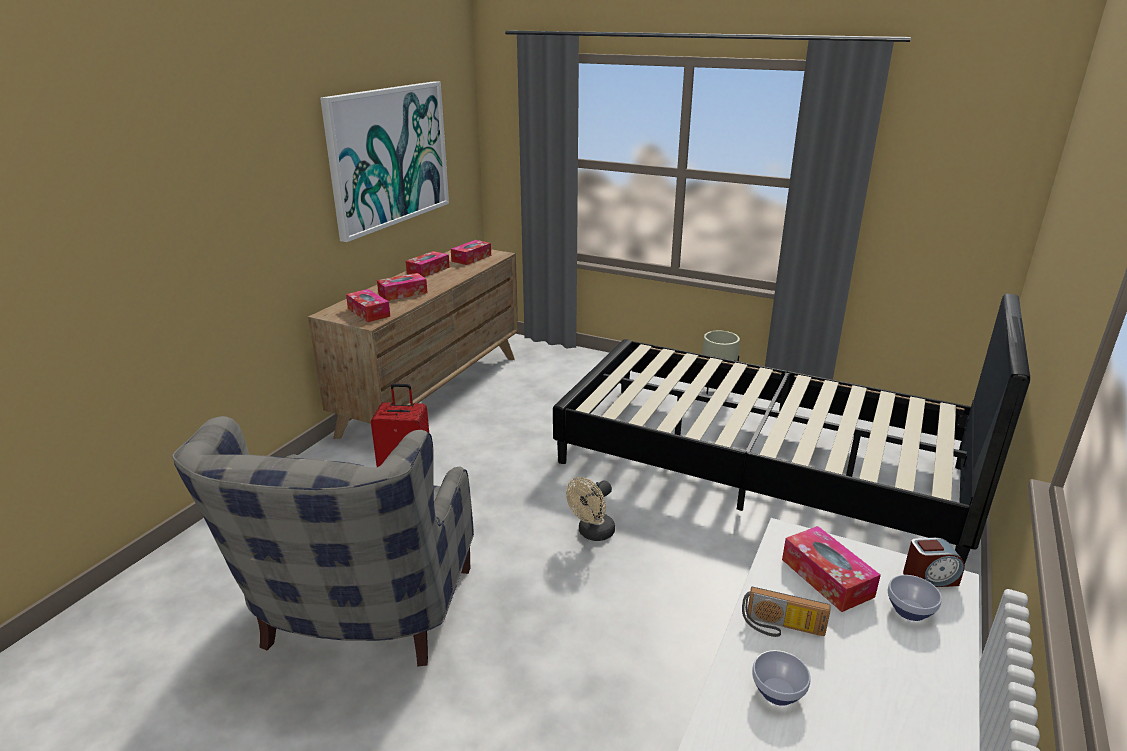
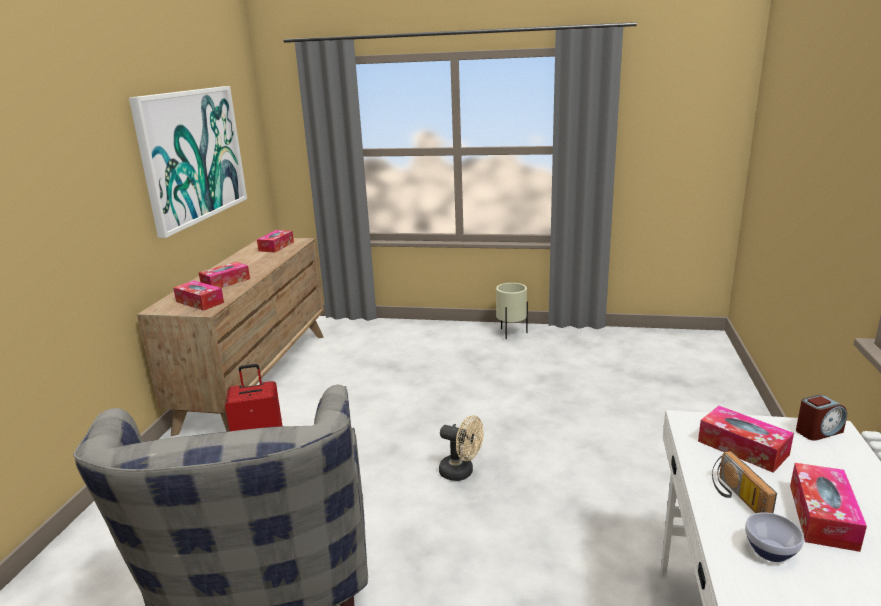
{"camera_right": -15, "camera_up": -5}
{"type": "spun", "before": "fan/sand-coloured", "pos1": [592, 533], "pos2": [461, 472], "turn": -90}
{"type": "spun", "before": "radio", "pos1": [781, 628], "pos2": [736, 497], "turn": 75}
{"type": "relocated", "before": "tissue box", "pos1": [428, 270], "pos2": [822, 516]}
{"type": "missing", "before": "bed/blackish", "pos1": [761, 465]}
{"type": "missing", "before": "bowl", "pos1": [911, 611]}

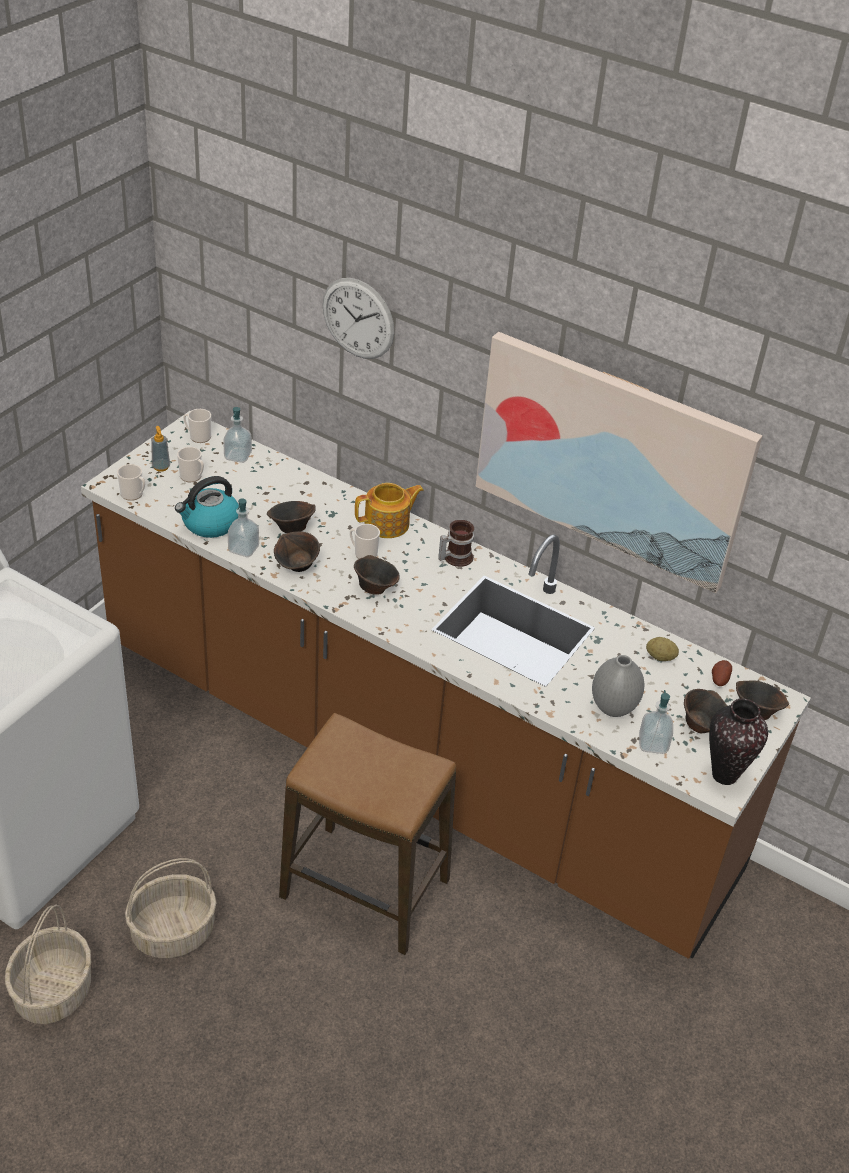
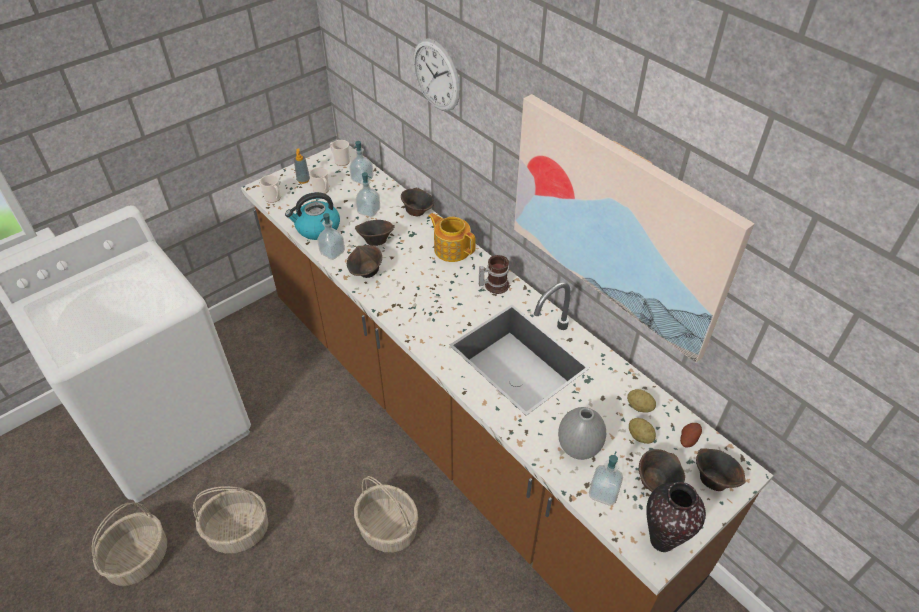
{"camera_right": 20, "camera_up": 5}
{"type": "exchanged", "before": "sitting stool", "after": "household basket", "pos1": [365, 889], "pos2": [389, 528]}
{"type": "appeared", "after": "liquid soap bottle", "pos2": [369, 211]}
{"type": "relocated", "before": "bowl/brownish", "pos1": [375, 587], "pos2": [417, 211]}
{"type": "spun", "before": "pot for tea", "pos1": [388, 524], "pos2": [452, 249], "turn": -135}
{"type": "appeared", "after": "whole potato", "pos2": [640, 436]}
{"type": "missing", "before": "mug", "pos1": [363, 553]}

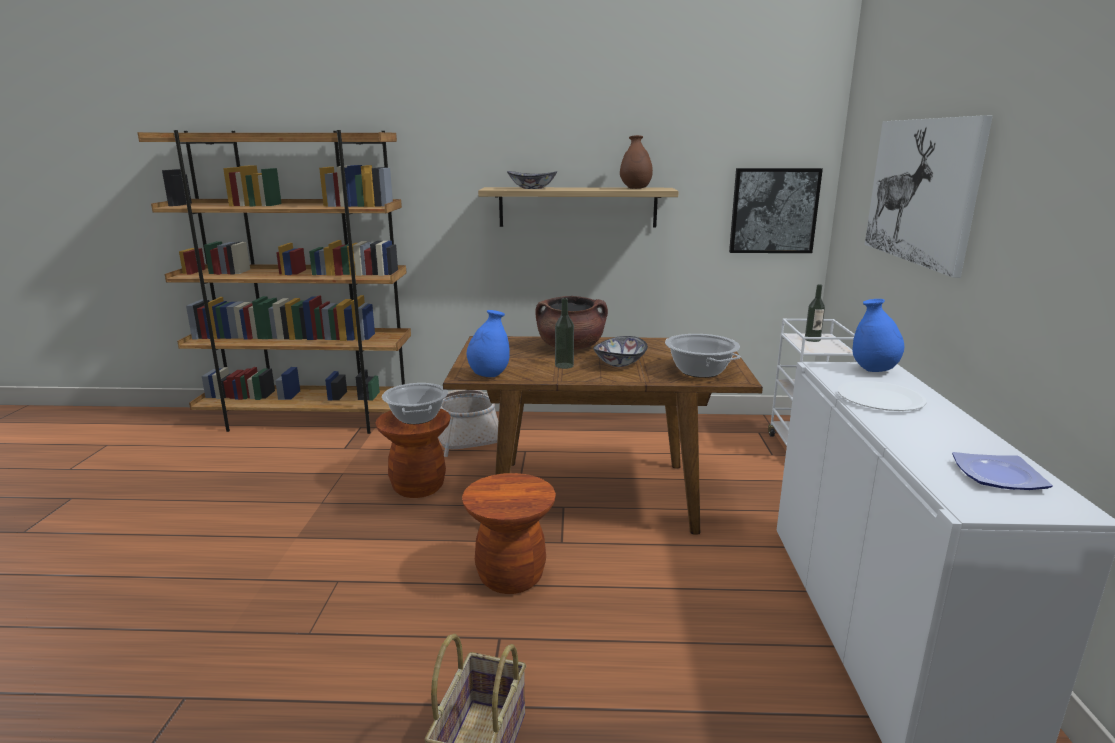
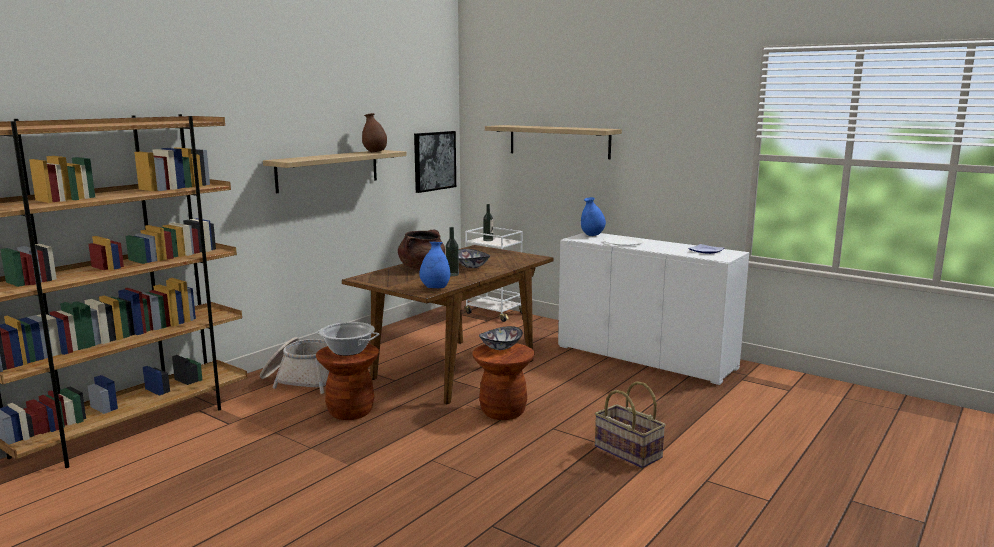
{"camera_right": -55, "camera_up": -5}
{"type": "relocated", "before": "bowl", "pos1": [532, 188], "pos2": [500, 347]}
{"type": "exchanged", "before": "wall picture", "after": "shelf", "pos1": [921, 191], "pos2": [559, 141]}
{"type": "missing", "before": "stockpot", "pos1": [700, 371]}

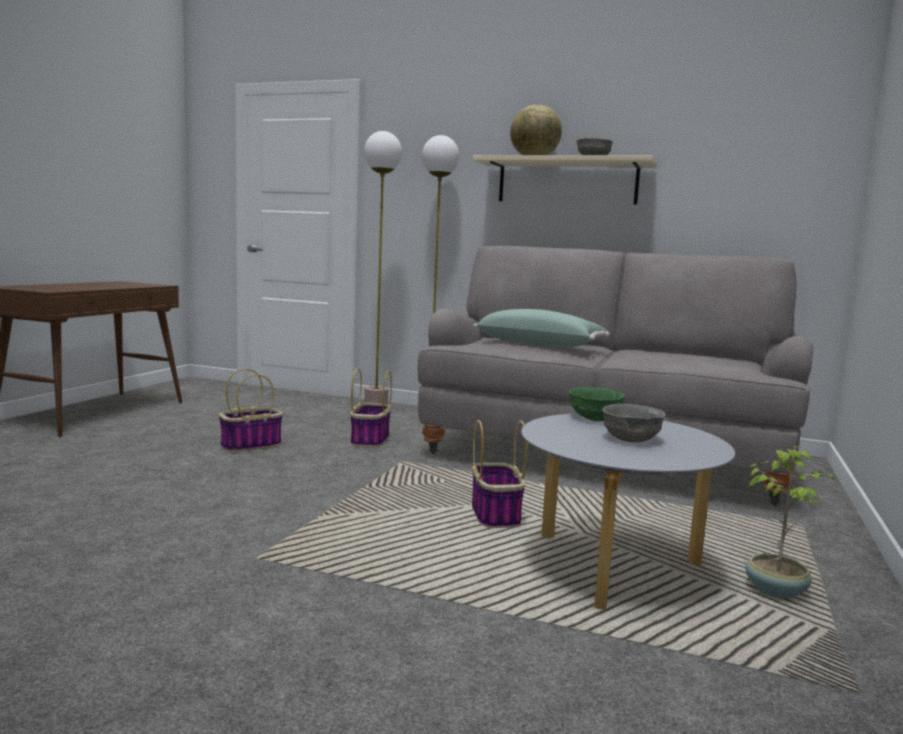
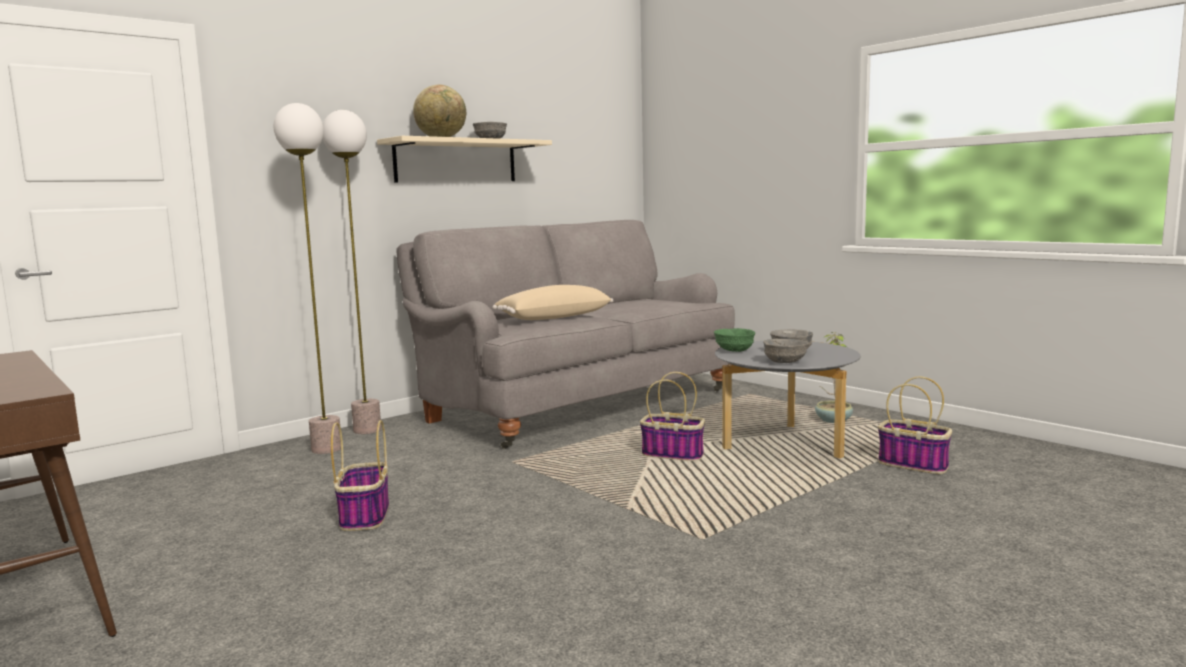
{"camera_right": -60, "camera_up": 0}
{"type": "colour", "before": "throw pillow/green", "after": "throw pillow/sand-coloured", "pos1": [540, 345], "pos2": [553, 317]}
{"type": "appeared", "after": "bowl/grey", "pos2": [784, 362]}
{"type": "relocated", "before": "household basket", "pos1": [370, 440], "pos2": [914, 464]}

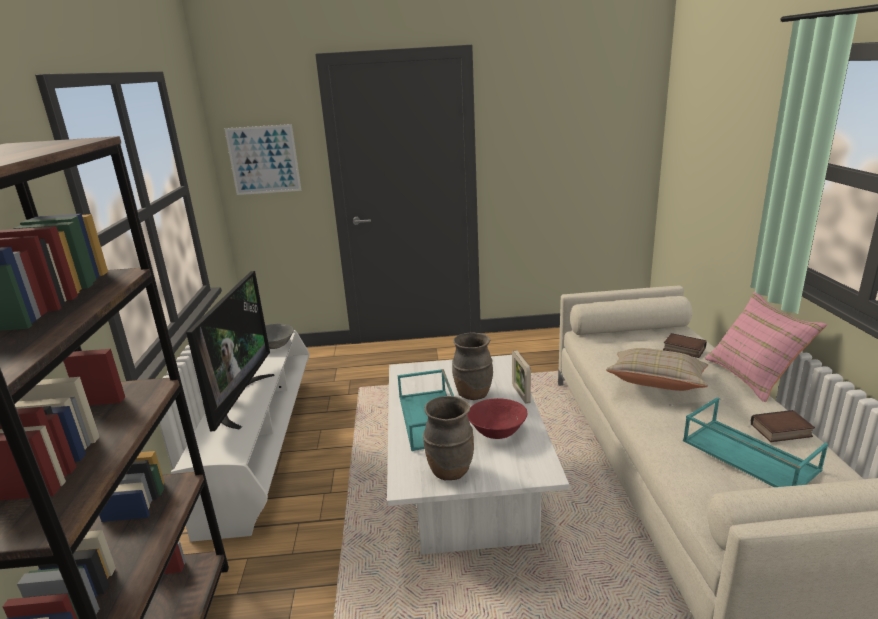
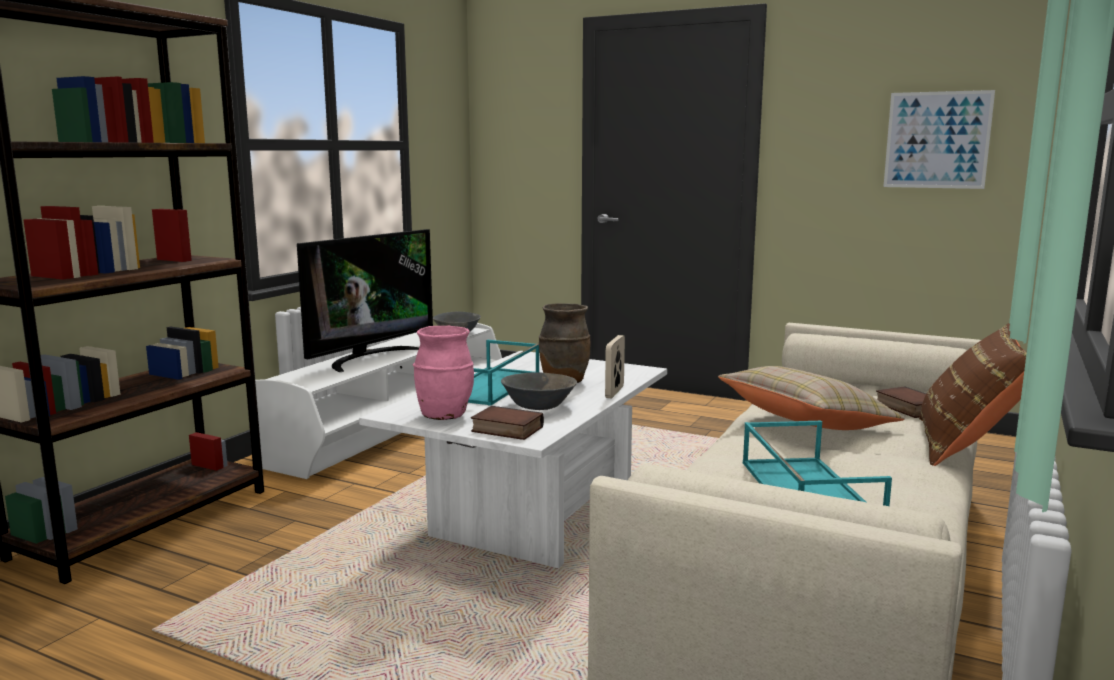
{"camera_right": 30, "camera_up": -10}
{"type": "colour", "before": "flower vase/brownish", "after": "flower vase/pink", "pos1": [449, 470], "pos2": [444, 416]}
{"type": "relocated", "before": "volume", "pos1": [781, 431], "pos2": [505, 430]}
{"type": "colour", "before": "bowl/red-coloured", "after": "bowl/grey", "pos1": [497, 431], "pos2": [538, 407]}
{"type": "relocated", "before": "wall picture", "pos1": [263, 160], "pos2": [937, 140]}
{"type": "colour", "before": "throw pillow/pink", "after": "throw pillow/brownish", "pos1": [753, 376], "pos2": [967, 447]}

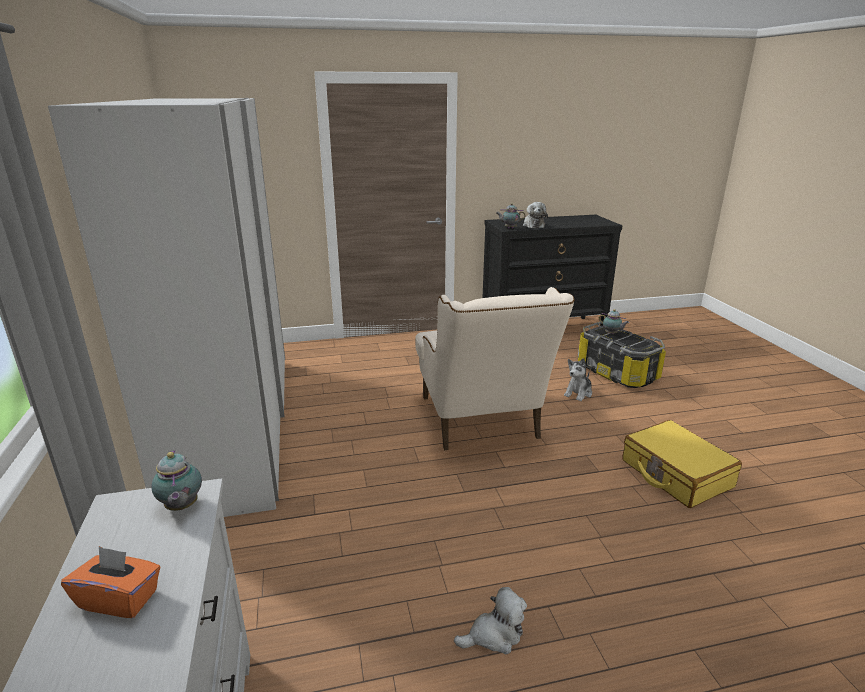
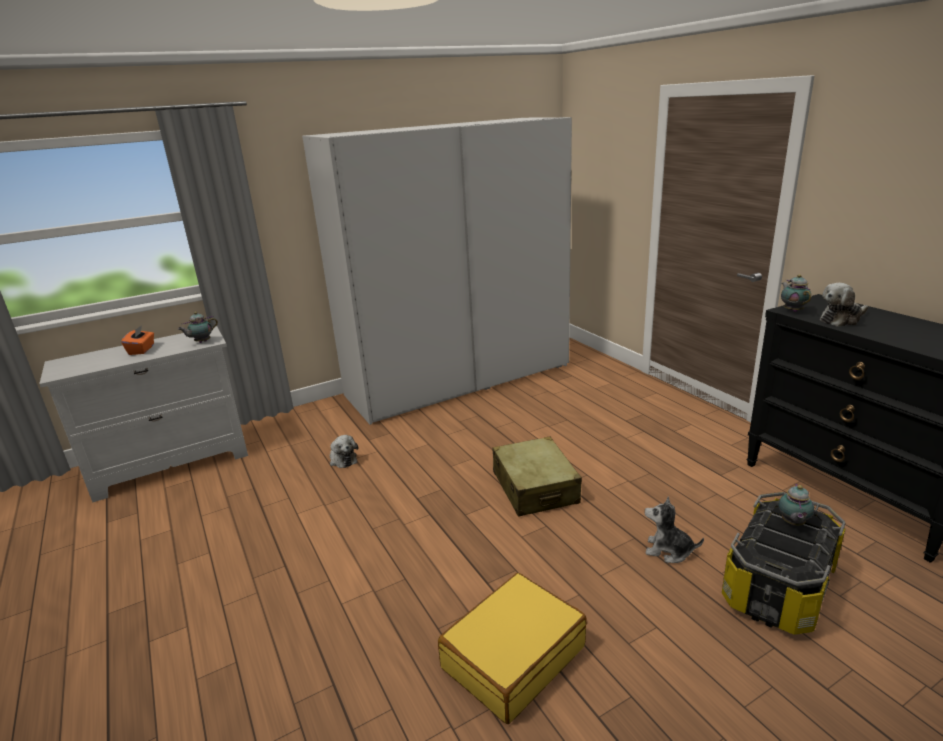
{"camera_right": 75, "camera_up": 0}
{"type": "relocated", "before": "plush toy", "pos1": [494, 635], "pos2": [342, 459]}
{"type": "exchanged", "before": "easy chair/sand-coloured", "after": "travel case/sand-coloured", "pos1": [482, 424], "pos2": [535, 488]}

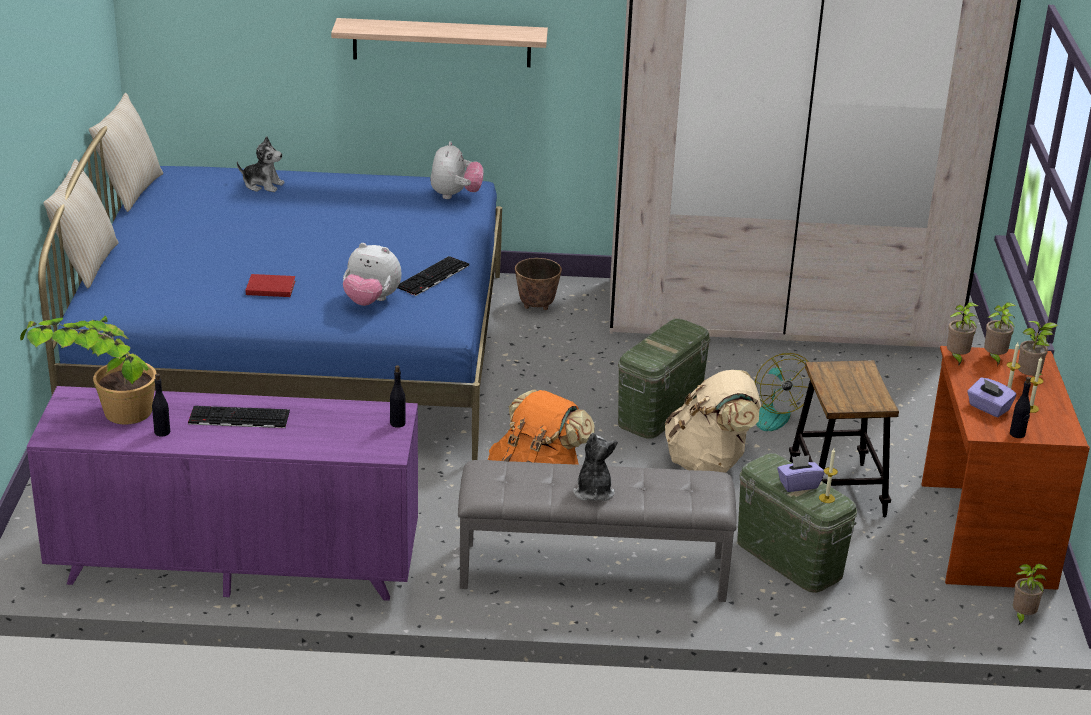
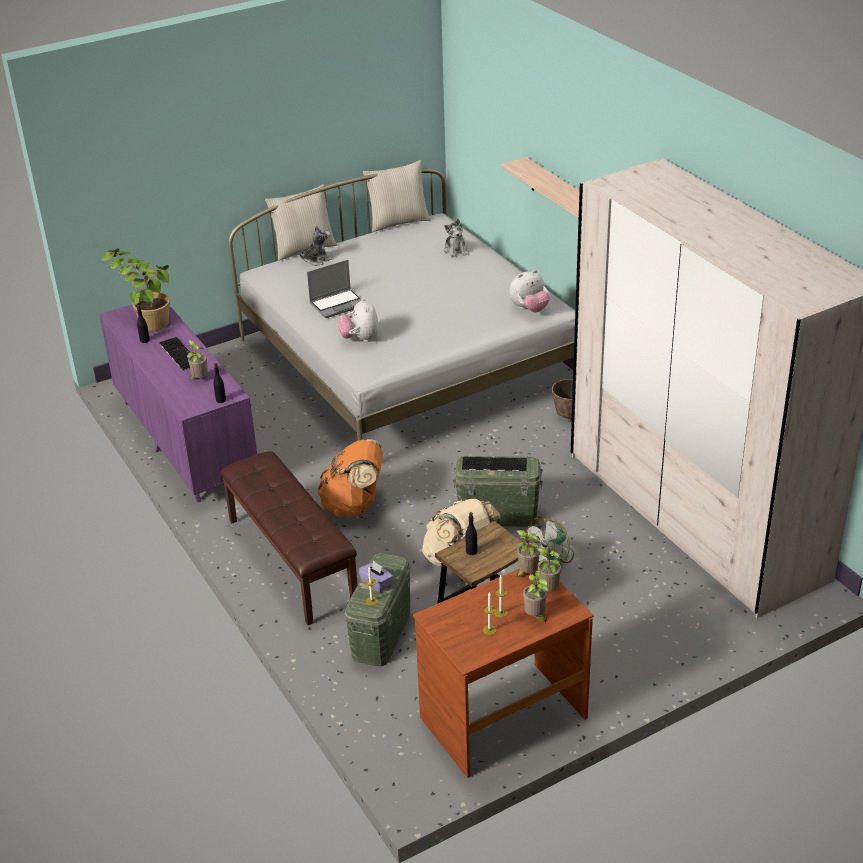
{"camera_right": 60, "camera_up": 5}
{"type": "relocated", "before": "potted plant", "pos1": [1022, 617], "pos2": [199, 379]}
{"type": "colour", "before": "indoor bench/grey", "after": "indoor bench/brownish", "pos1": [592, 572], "pos2": [290, 561]}
{"type": "colour", "before": "bed/bluish", "after": "bed/white-coloured", "pos1": [296, 352], "pos2": [408, 363]}
{"type": "relocated", "before": "plush toy", "pos1": [593, 491], "pos2": [316, 260]}
{"type": "exchanged", "before": "volume/red-coloured", "after": "notebook computer", "pos1": [269, 287], "pos2": [338, 304]}
{"type": "relocated", "before": "computer keyboard", "pos1": [433, 277], "pos2": [493, 465]}
{"type": "relocated", "before": "beverage bottle/blackish", "pos1": [1017, 434], "pos2": [471, 551]}
{"type": "missing", "before": "tissue box/purple", "pos1": [988, 408]}

